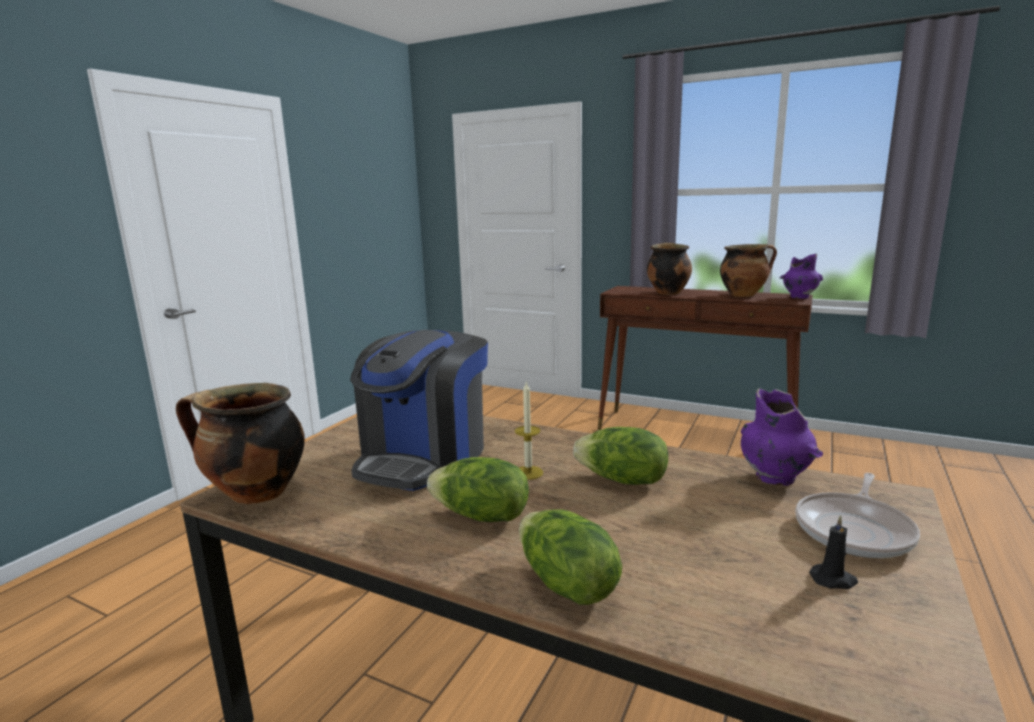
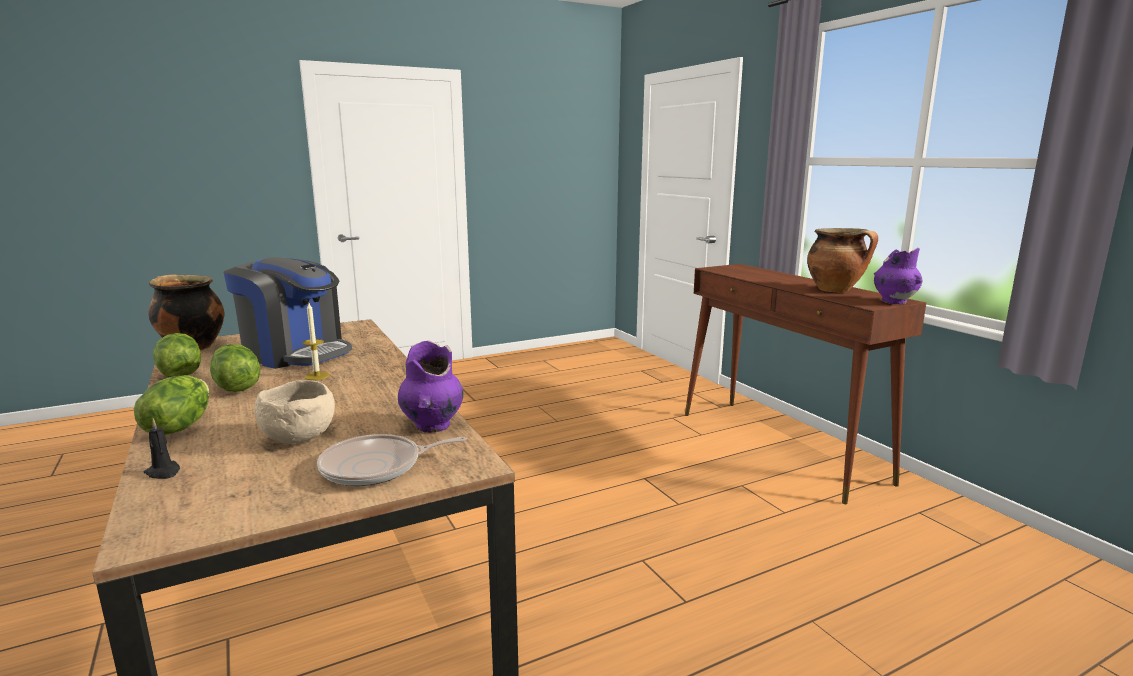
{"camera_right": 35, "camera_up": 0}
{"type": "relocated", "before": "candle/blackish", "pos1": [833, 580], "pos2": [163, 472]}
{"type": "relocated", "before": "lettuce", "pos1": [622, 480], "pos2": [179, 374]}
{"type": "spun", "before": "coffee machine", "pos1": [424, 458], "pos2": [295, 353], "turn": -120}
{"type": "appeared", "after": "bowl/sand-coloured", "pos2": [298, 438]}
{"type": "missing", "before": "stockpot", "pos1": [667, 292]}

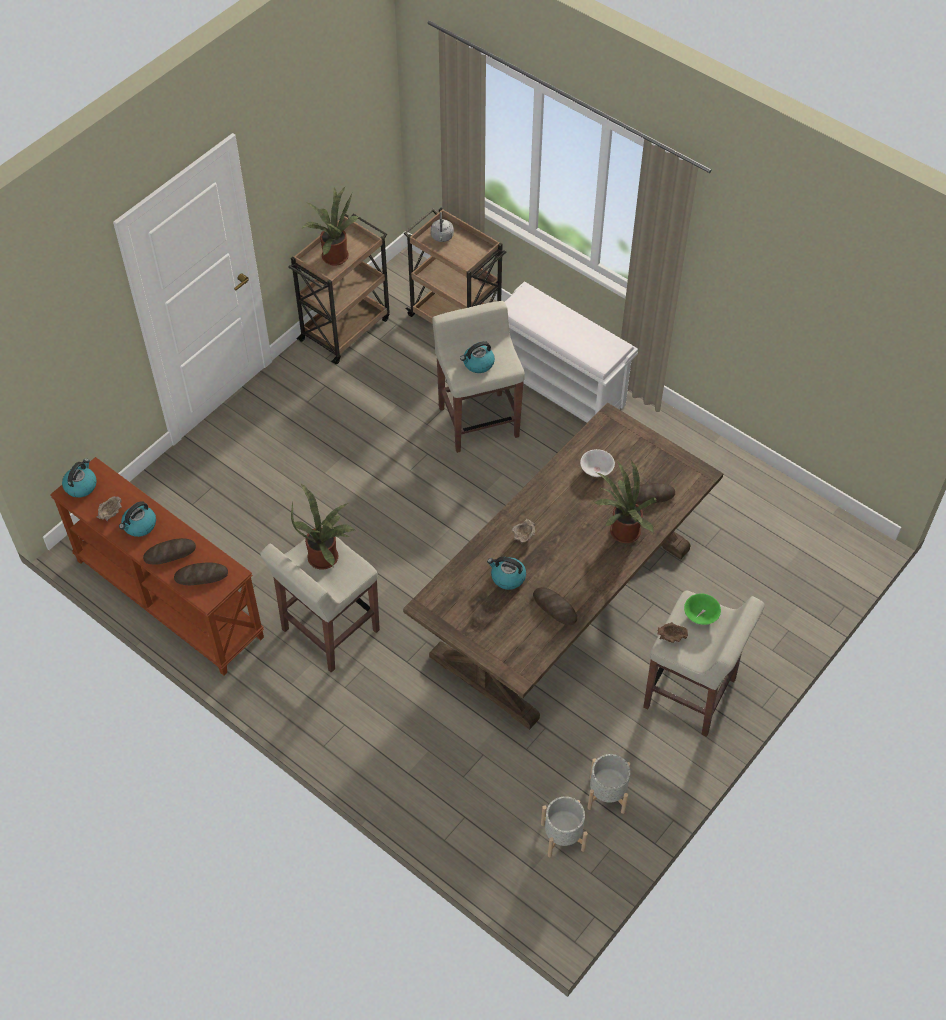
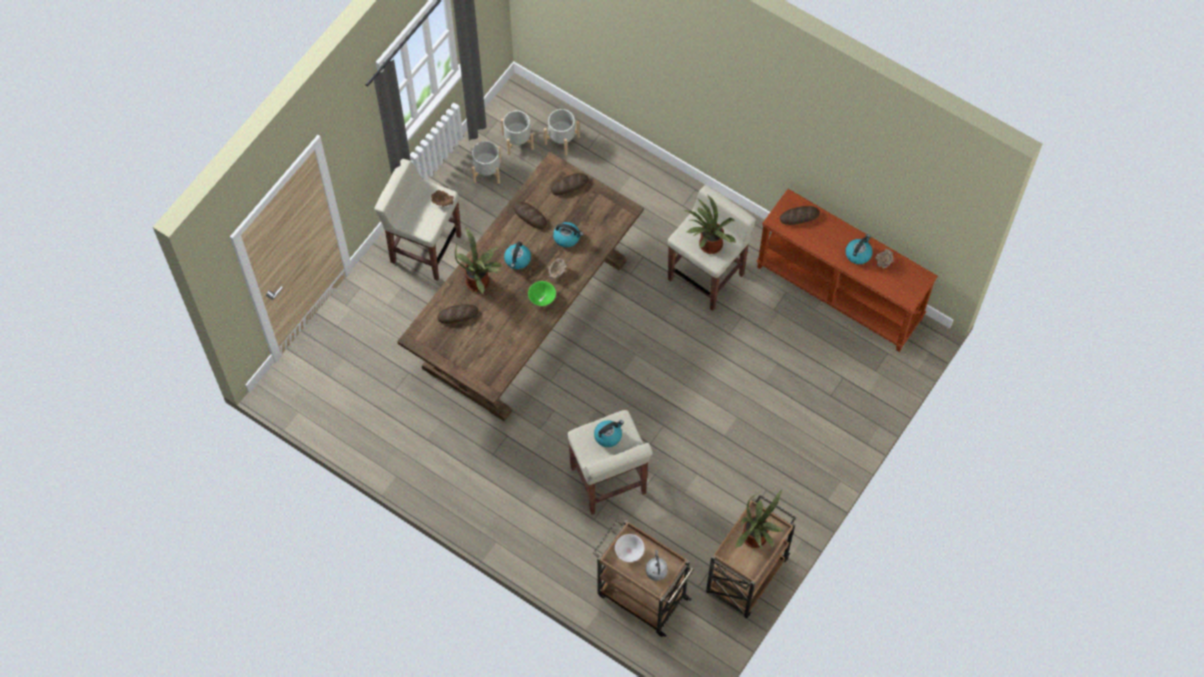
{"camera_right": 175, "camera_up": 10}
{"type": "relocated", "before": "kettle", "pos1": [81, 485], "pos2": [517, 260]}
{"type": "relocated", "before": "bowl/green", "pos1": [701, 616], "pos2": [542, 297]}
{"type": "appeared", "after": "plant pot/grey", "pos2": [561, 140]}
{"type": "relocated", "before": "bakery bread", "pos1": [170, 553], "pos2": [569, 185]}
{"type": "relocated", "before": "bowl/white-coloured", "pos1": [596, 470], "pos2": [629, 551]}
{"type": "missing", "before": "indoor bench/white-coloured", "pos1": [561, 387]}

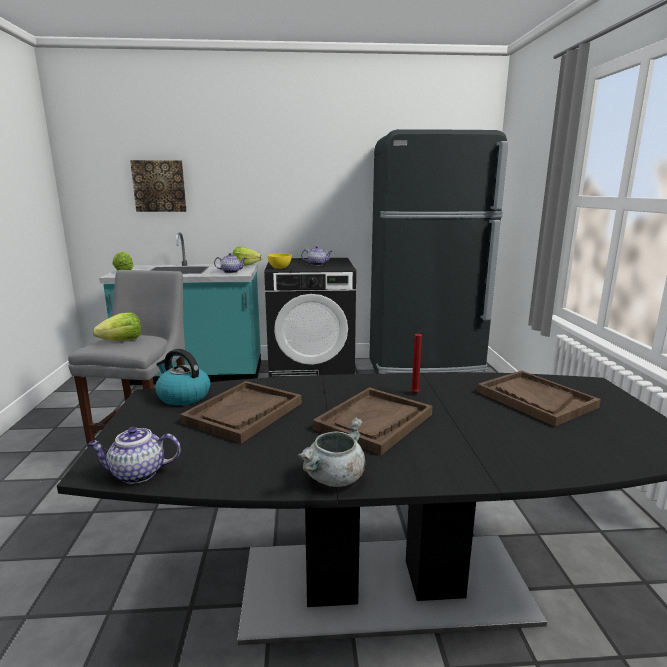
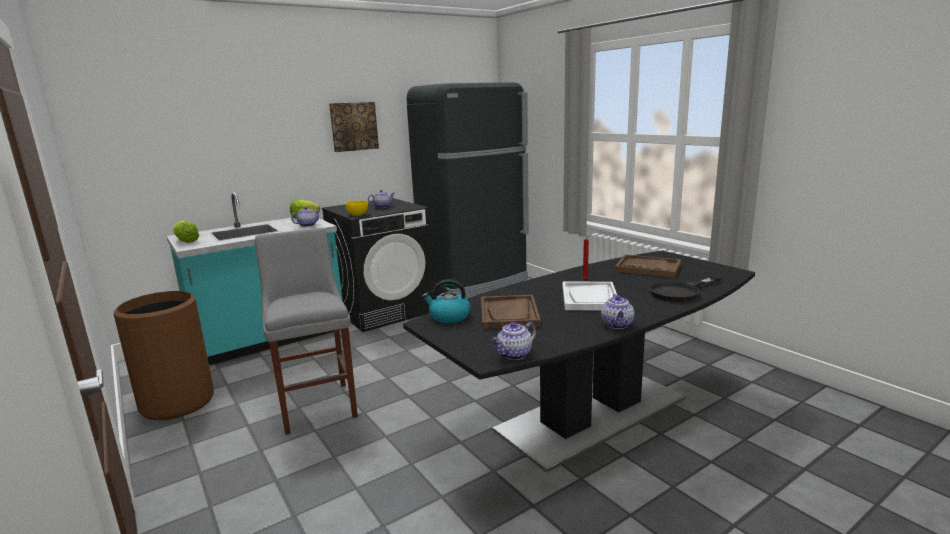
{"camera_right": -30, "camera_up": 0}
{"type": "appeared", "after": "trash can/brownish", "pos2": [177, 402]}
{"type": "relocated", "before": "wall picture", "pos1": [159, 186], "pos2": [354, 126]}
{"type": "colour", "before": "carrying tray/brownish", "after": "carrying tray/white-coloured", "pos1": [374, 422], "pos2": [589, 298]}
{"type": "exchanged", "before": "stockpot/grey", "after": "pot for tea", "pos1": [334, 478], "pos2": [617, 325]}
{"type": "appeared", "after": "pan/blackish", "pos2": [680, 292]}
{"type": "missing", "before": "lettuce", "pos1": [122, 340]}

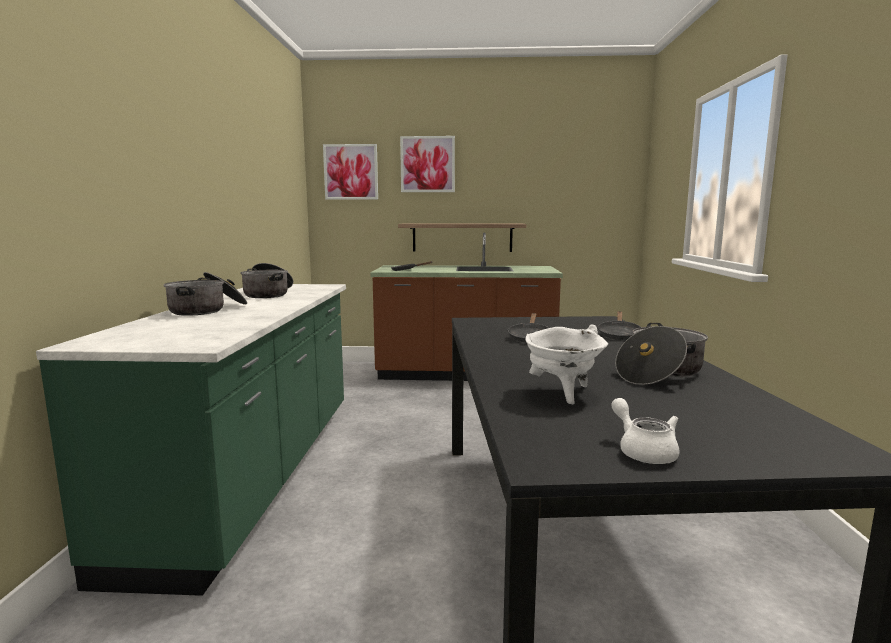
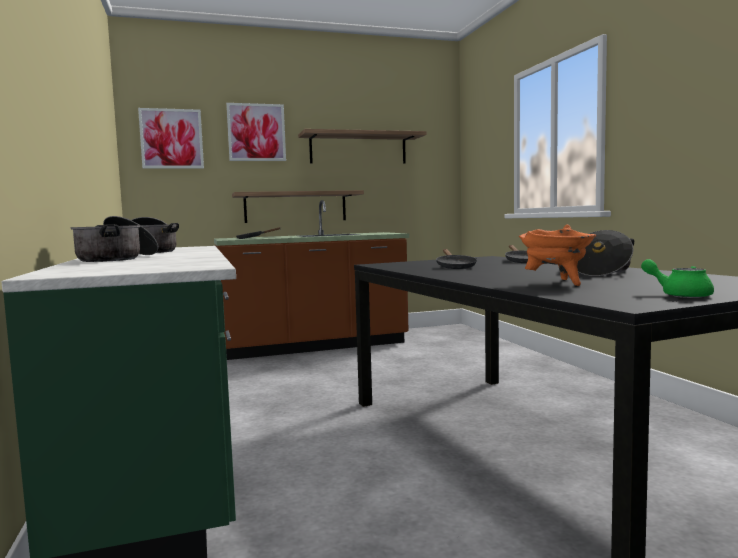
{"camera_right": -20, "camera_up": -5}
{"type": "appeared", "after": "shelf", "pos2": [358, 149]}
{"type": "colour", "before": "stockpot/white-coloured", "after": "stockpot/orange-coloured", "pos1": [562, 393], "pos2": [557, 283]}
{"type": "colour", "before": "pot for tea/white-coloured", "after": "pot for tea/green", "pos1": [643, 451], "pos2": [679, 295]}

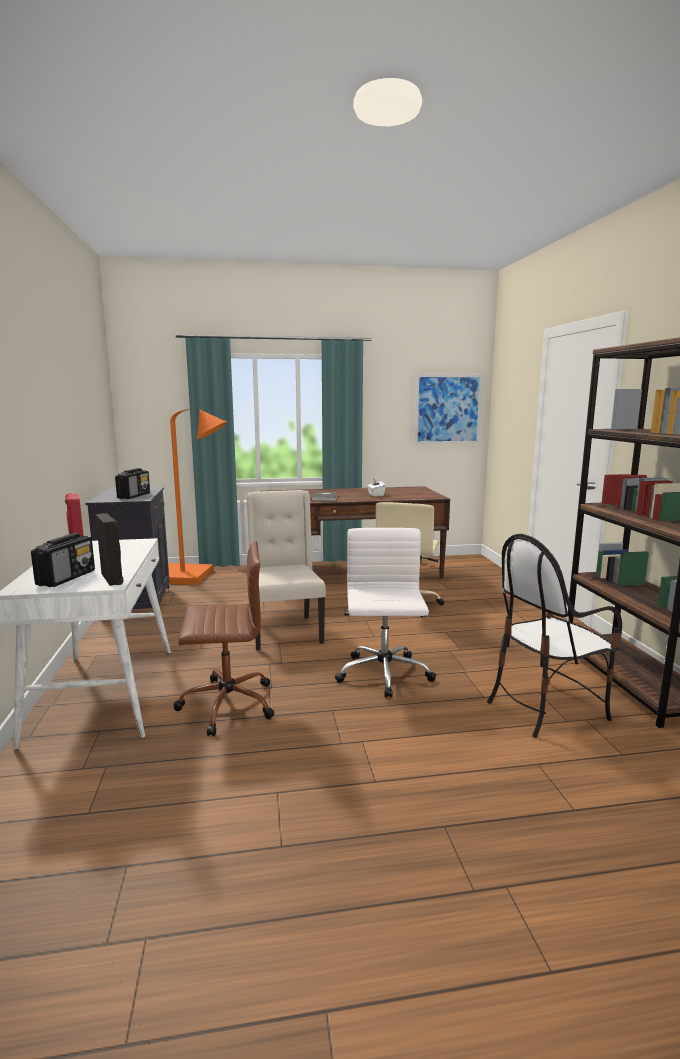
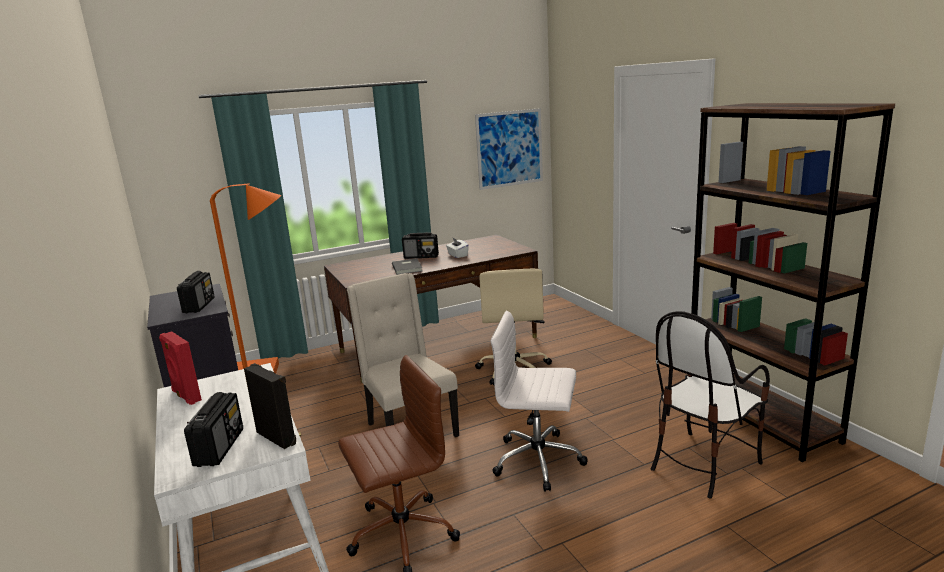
{"camera_right": -15, "camera_up": 5}
{"type": "appeared", "after": "radio", "pos2": [421, 256]}
{"type": "spun", "before": "office chair/white-coloured", "pos1": [384, 675], "pos2": [539, 460], "turn": -60}

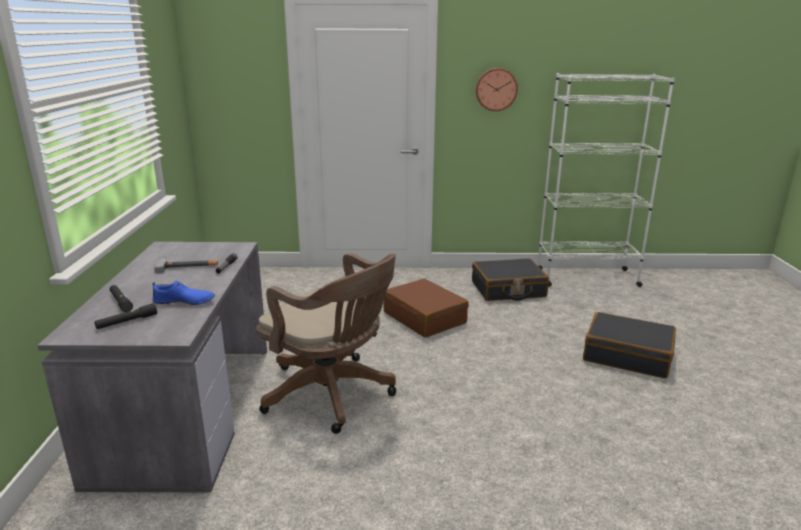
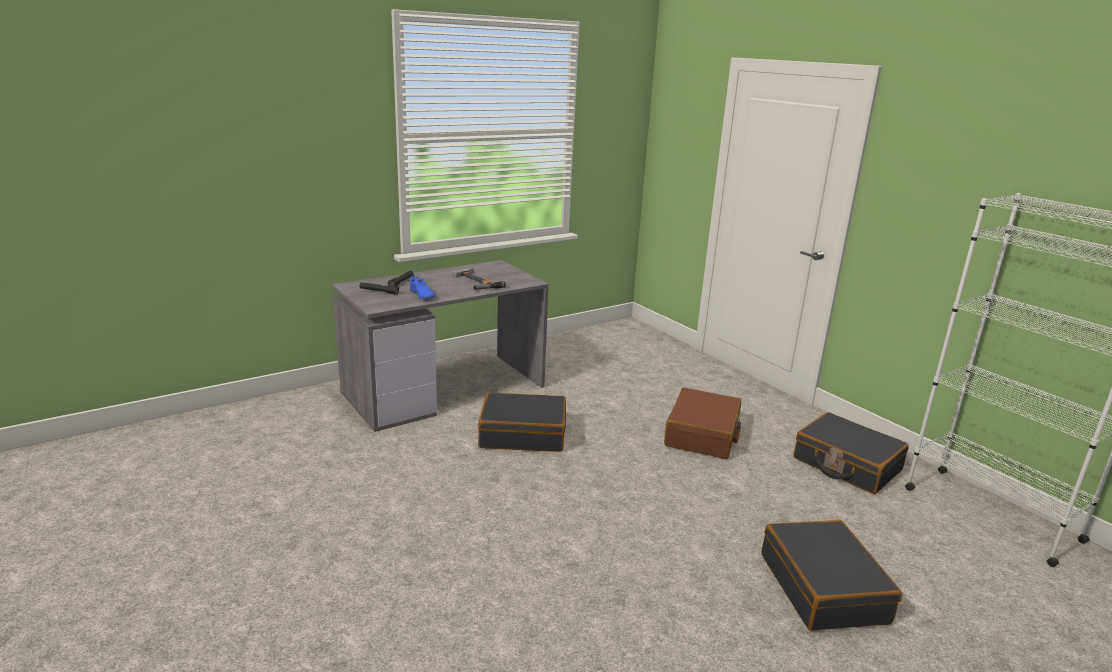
{"camera_right": 55, "camera_up": 0}
{"type": "exchanged", "before": "office chair/brownish", "after": "travel case/blackish", "pos1": [333, 395], "pos2": [523, 434]}
{"type": "missing", "before": "wall clock", "pos1": [496, 89]}

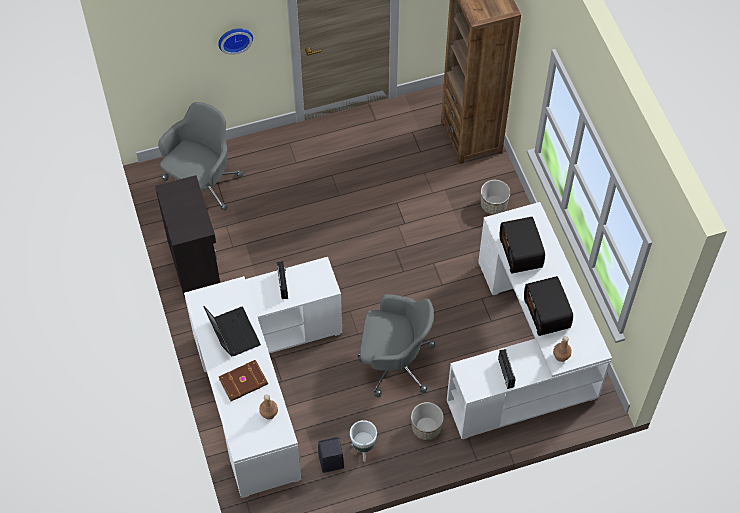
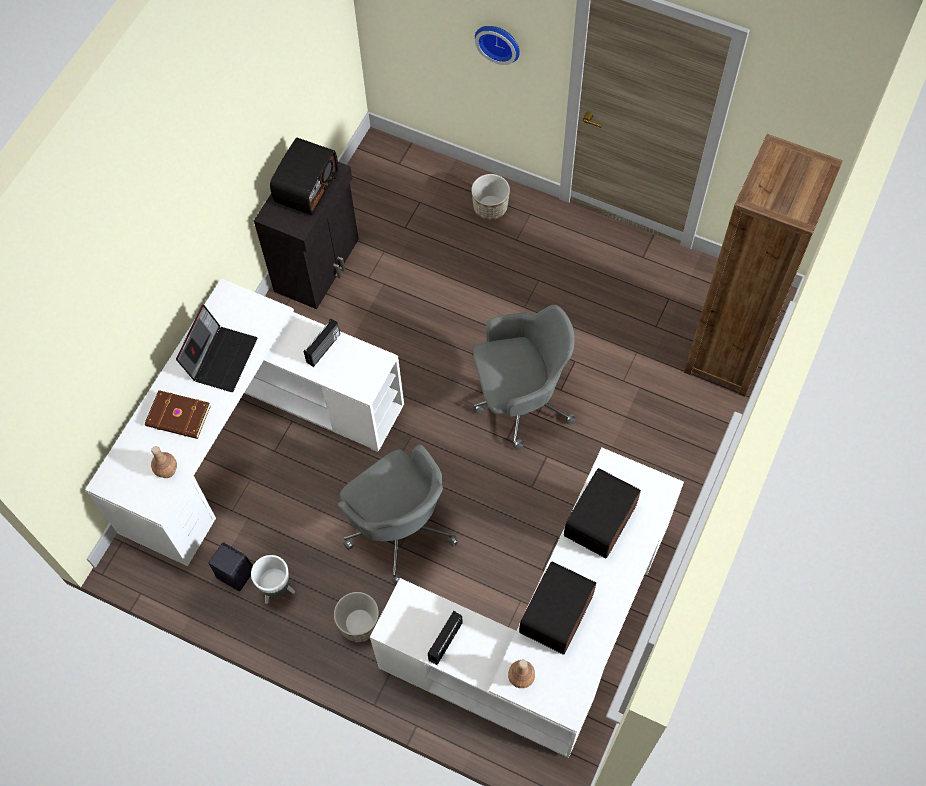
{"camera_right": 45, "camera_up": 5}
{"type": "appeared", "after": "radio", "pos2": [306, 187]}
{"type": "relocated", "before": "plant pot", "pos1": [493, 205], "pos2": [490, 208]}
{"type": "relocated", "before": "office chair/grey", "pos1": [202, 185], "pos2": [520, 399]}

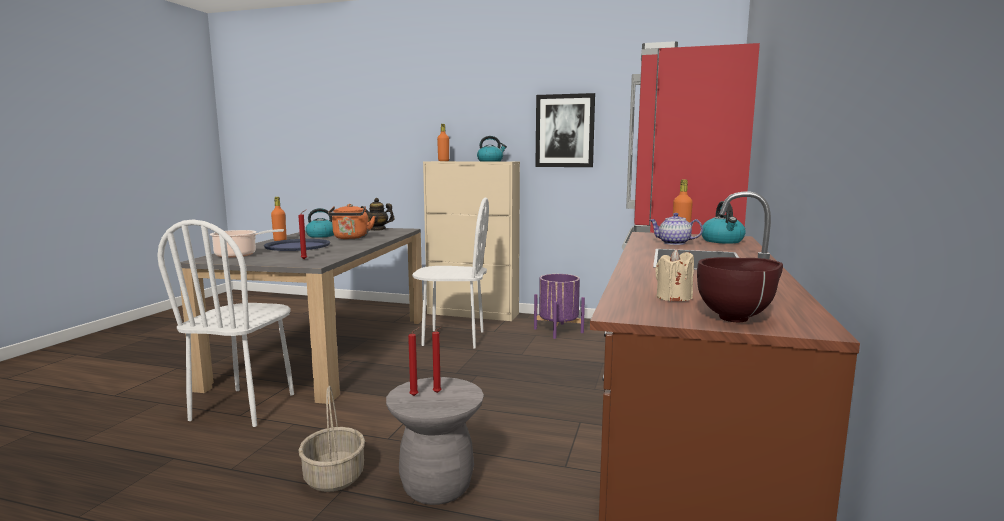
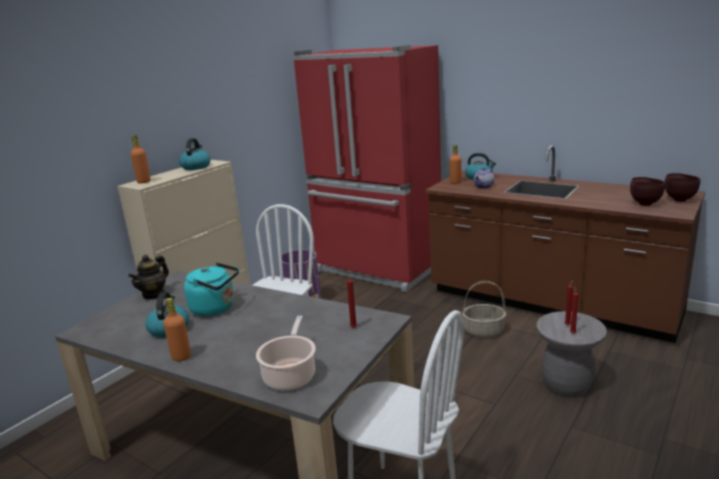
{"camera_right": -70, "camera_up": 10}
{"type": "colour", "before": "kettle/orange-coloured", "after": "kettle/turquoise-coloured", "pos1": [351, 238], "pos2": [216, 308]}
{"type": "relocated", "before": "household basket", "pos1": [334, 477], "pos2": [484, 331]}
{"type": "exchanged", "before": "candle/sand-coloured", "after": "bowl/brownish", "pos1": [673, 298], "pos2": [644, 203]}
{"type": "missing", "before": "carrying tray/bluish", "pos1": [297, 246]}
{"type": "missing", "before": "wall picture", "pos1": [565, 131]}

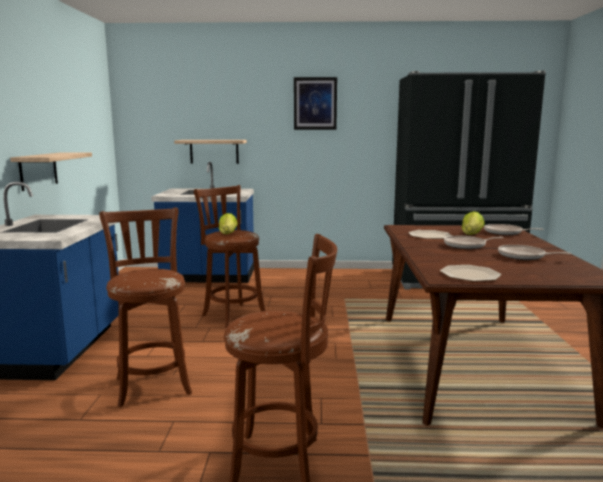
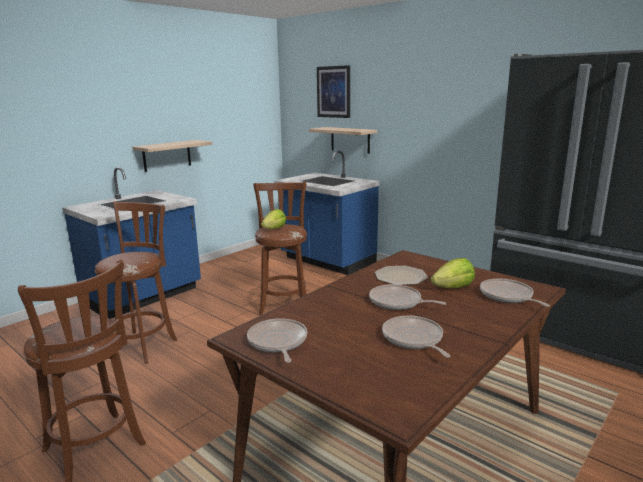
{"camera_right": 40, "camera_up": 5}
{"type": "exchanged", "before": "dinner plate", "after": "pan", "pos1": [470, 275], "pos2": [277, 342]}
{"type": "relocated", "before": "wall picture", "pos1": [315, 103], "pos2": [333, 92]}

